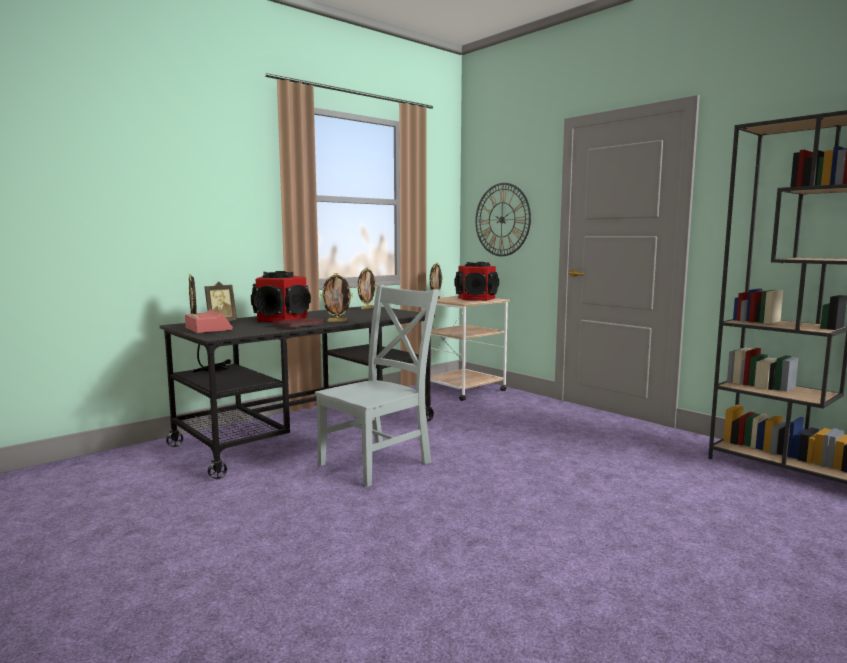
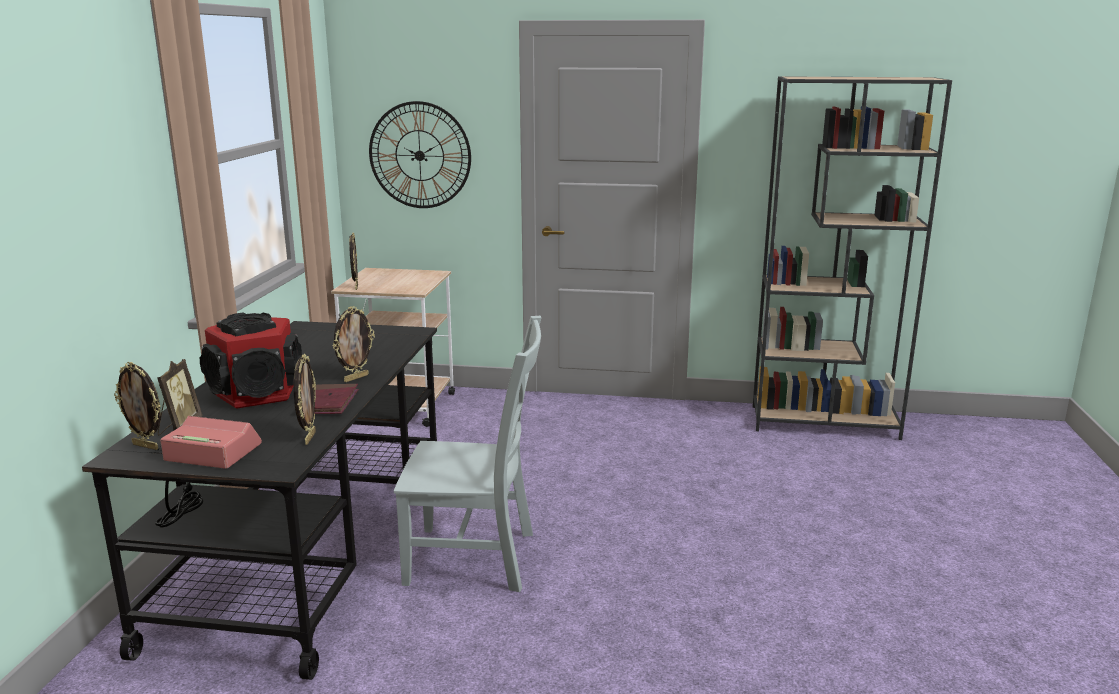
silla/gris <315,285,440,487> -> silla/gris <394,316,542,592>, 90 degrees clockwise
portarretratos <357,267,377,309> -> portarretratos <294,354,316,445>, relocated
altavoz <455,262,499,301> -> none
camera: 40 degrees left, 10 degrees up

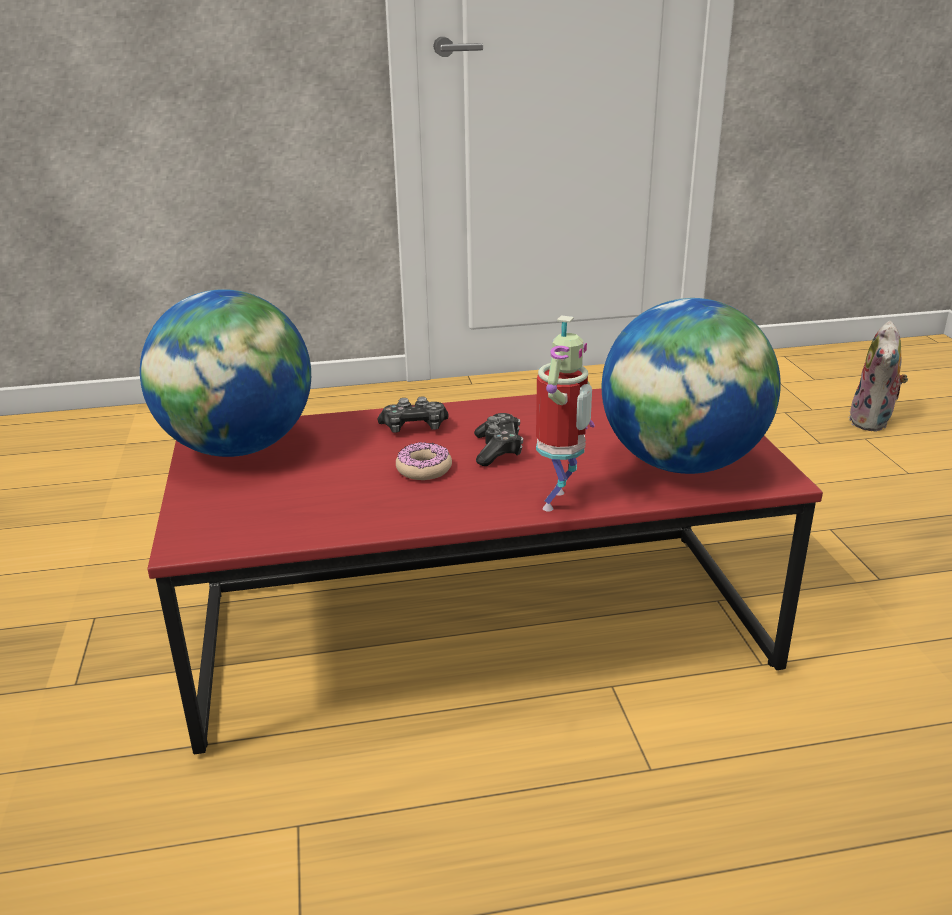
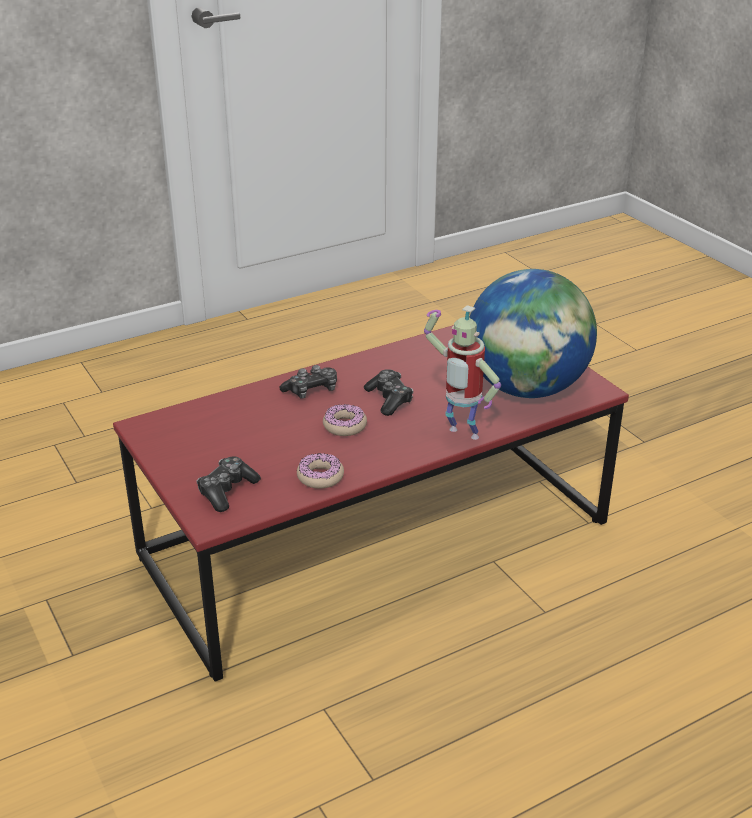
globo terráqueo <140,289,311,457> -> none
robot de juguete <536,315,595,512> -> robot de juguete <424,305,501,440>, 120 degrees clockwise
peluche <848,321,909,431> -> none
none -> mando de consola <196,456,261,512>
none -> rosquilla <297,453,344,489>
camera: 20 degrees left, 5 degrees up

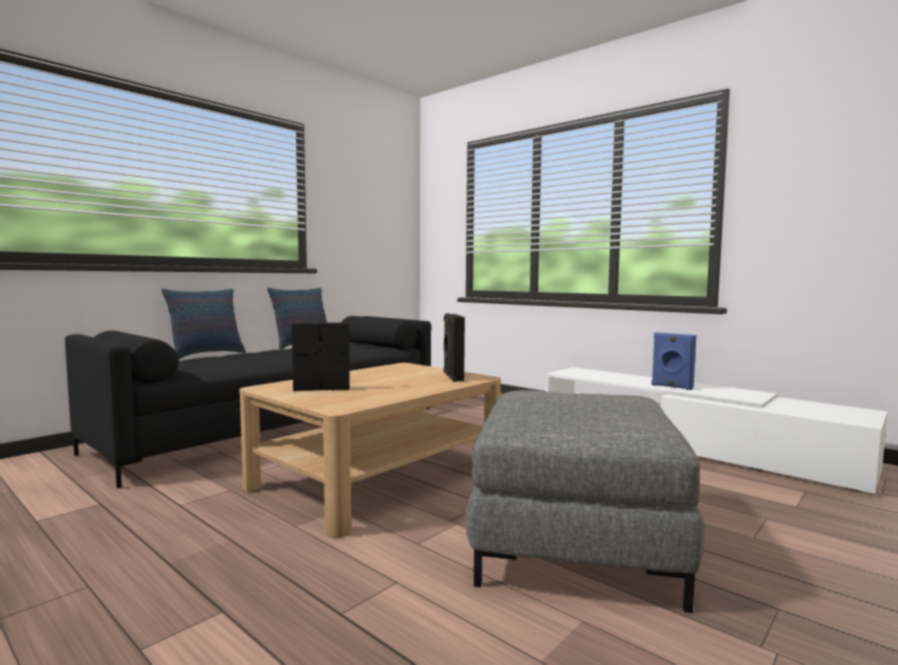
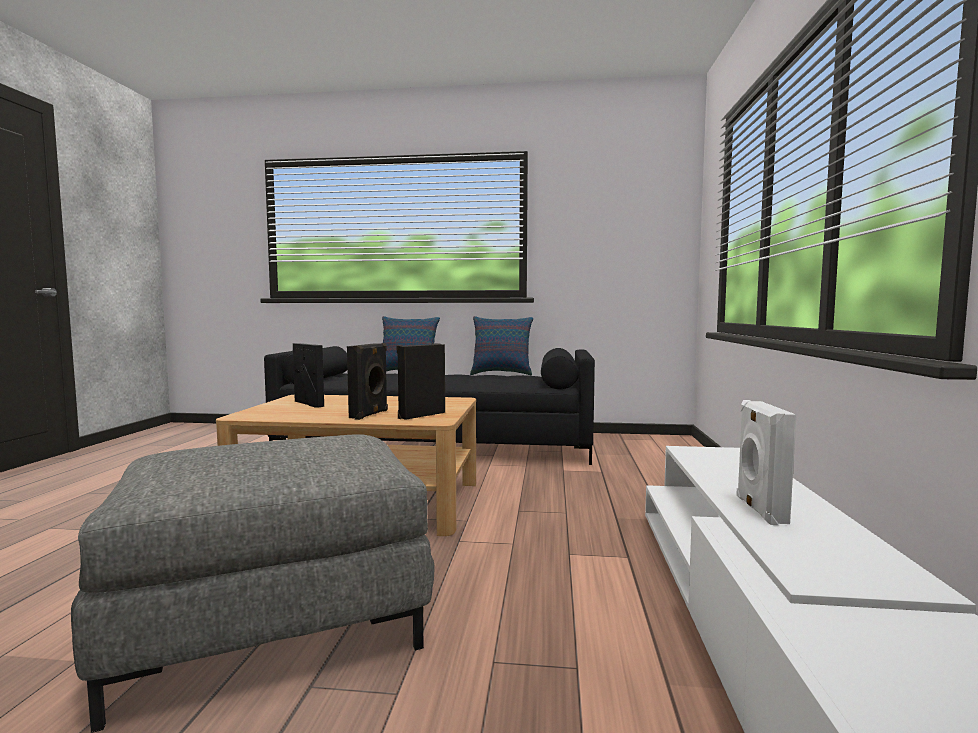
altavoz/azul <651,333,696,390> -> altavoz/blanco <736,400,796,525>
none -> altavoz/negro <347,343,388,420>
camera: 55 degrees right, 0 degrees up

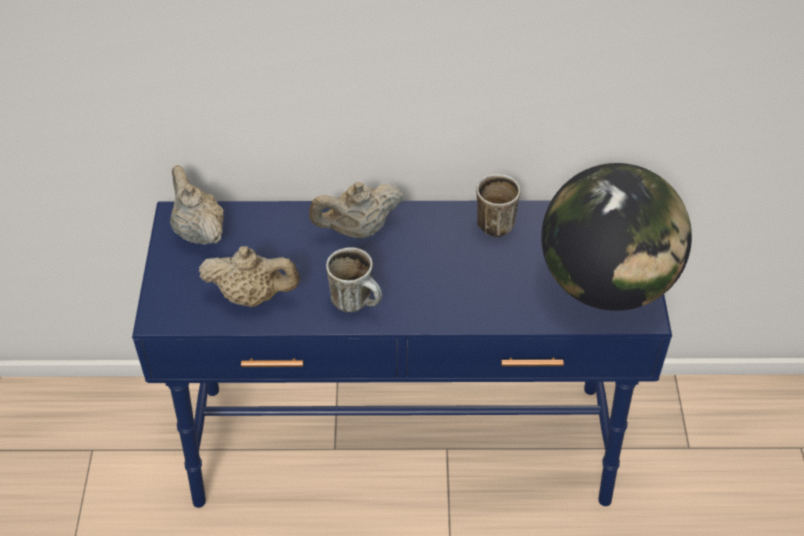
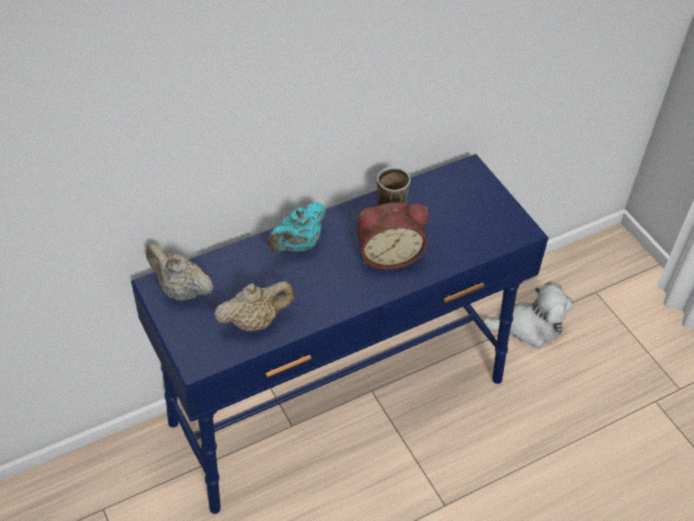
tetera/beis <309,182,403,238> -> tetera/turquesa <268,202,326,253>
taza grande <326,247,382,312> -> none
globo terráqueo <541,163,692,311> -> none
none -> despertador <357,203,429,270>
none -> peluche <483,282,574,348>
camera: 30 degrees left, 0 degrees up

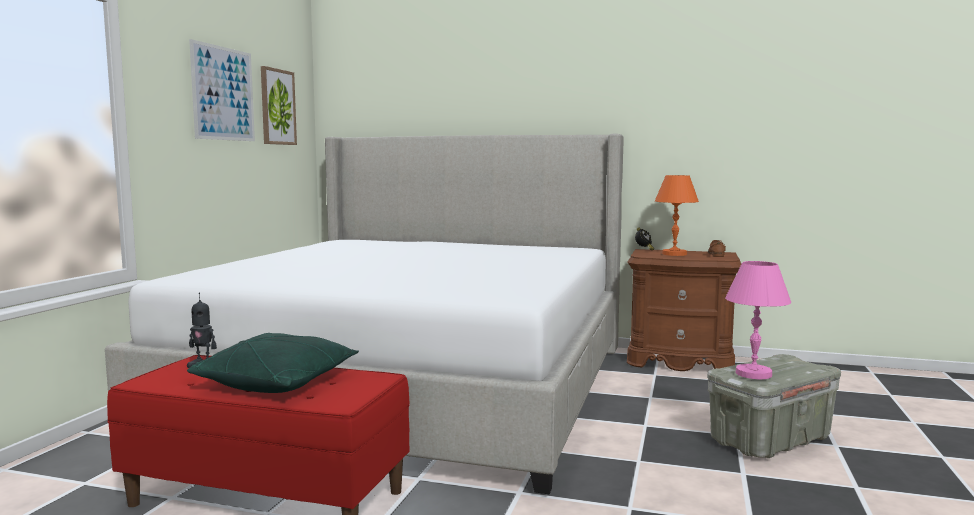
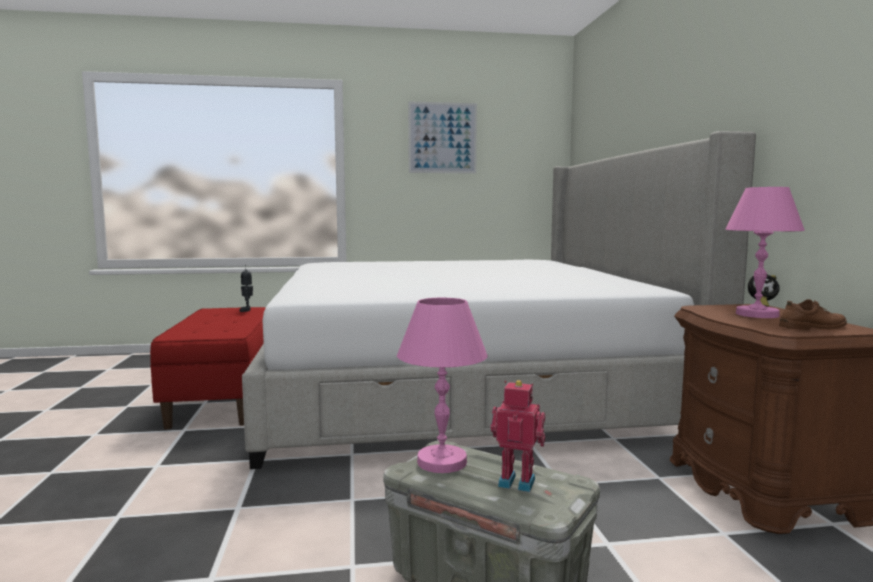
cojín/verde <187,333,359,393> -> none
cuadro <261,66,297,145> -> none
lámpara de mesa/naranja <655,175,699,256> -> lámpara de mesa/rosa <725,187,805,318>
none -> robot de juguete <490,380,545,492>
camera: 65 degrees right, 0 degrees up

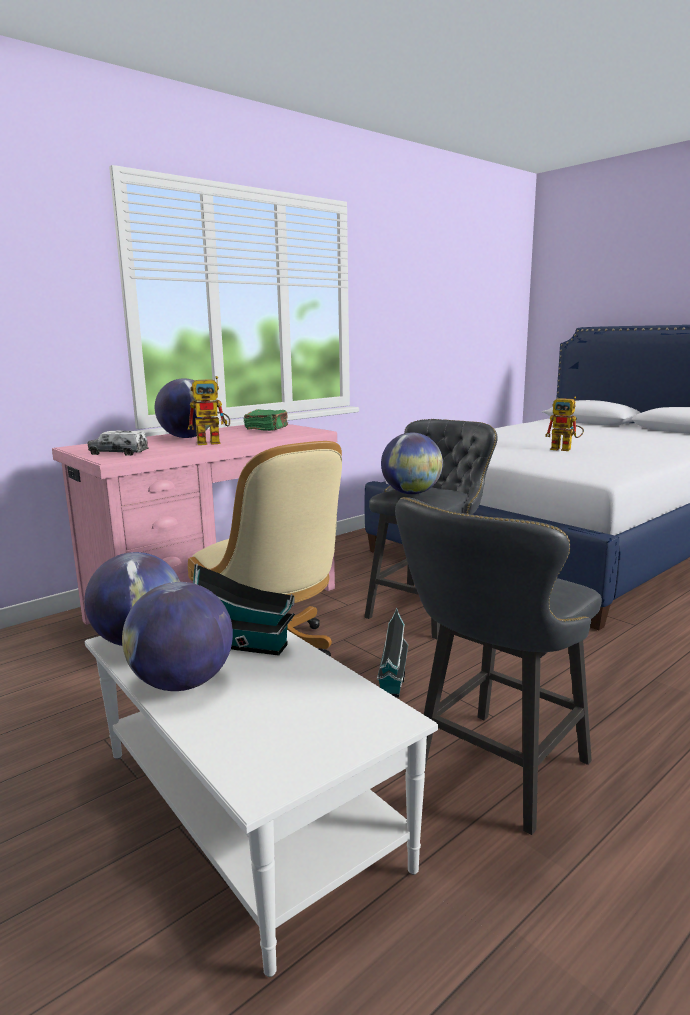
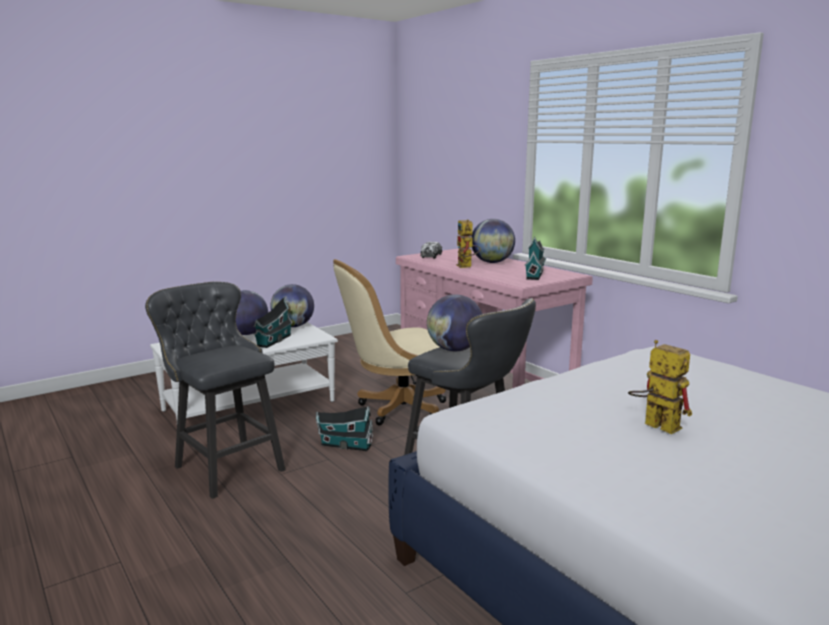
libro/verde <244,409,288,431> -> casita <525,236,546,280>
robot de juguete <545,397,584,451> -> robot de juguete <628,340,692,434>, 105 degrees clockwise
camera: 95 degrees right, 0 degrees up

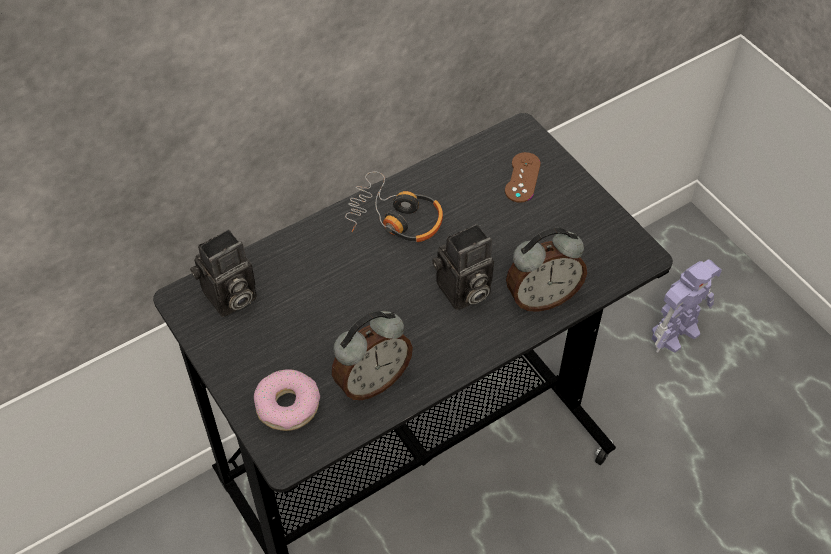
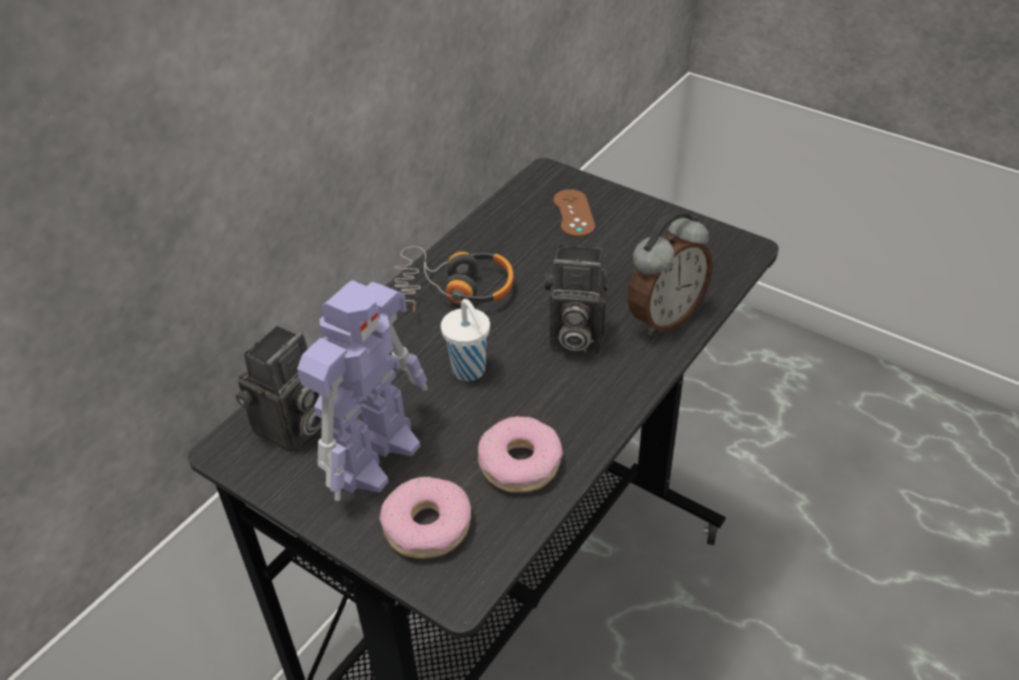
despertador <332,311,413,400> -> rosquilla <478,416,563,493>
cámara <432,224,494,310> -> cámara <545,245,608,355>, 60 degrees clockwise
robot de juguete <652,259,722,353> -> robot de juguete <297,280,428,501>, relocated
none -> taza/blanco <441,299,490,381>
camera: 20 degrees left, 10 degrees down

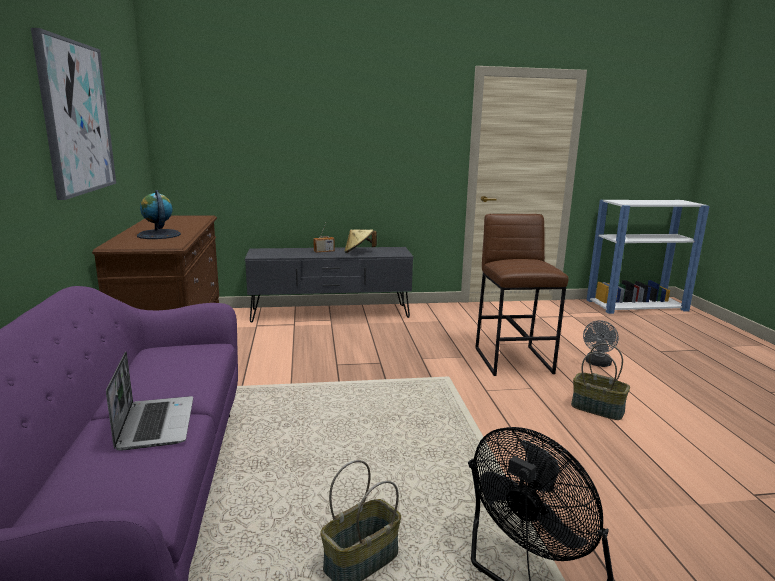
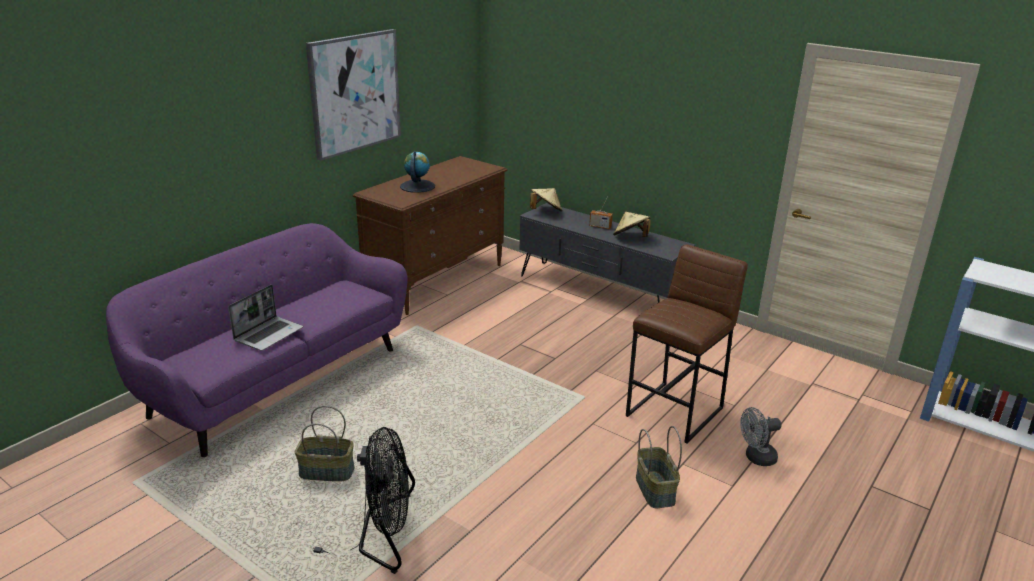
none -> sombrero/beis <530,188,562,211>
camera: 45 degrees right, 10 degrees up

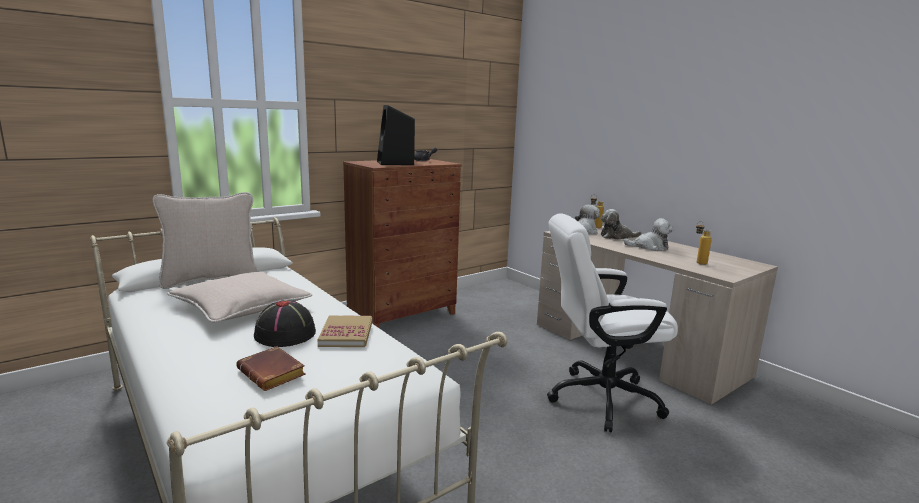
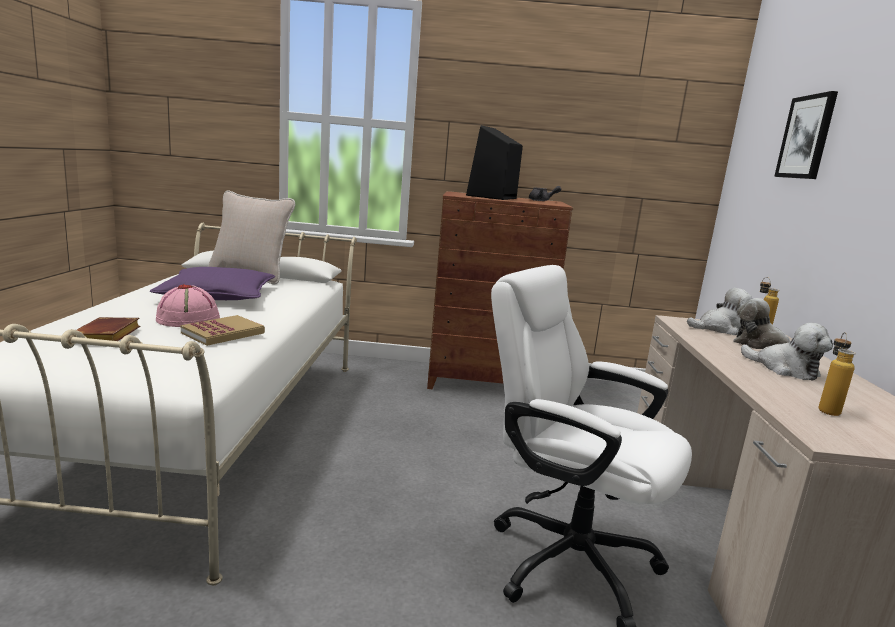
cojín/beis <167,272,312,322> -> cojín/morado <150,267,275,300>
sombrero/negro <254,300,316,347> -> sombrero/rosa <156,284,220,327>
none -> cuadro <774,91,838,179>
camera: 40 degrees right, 0 degrees up

